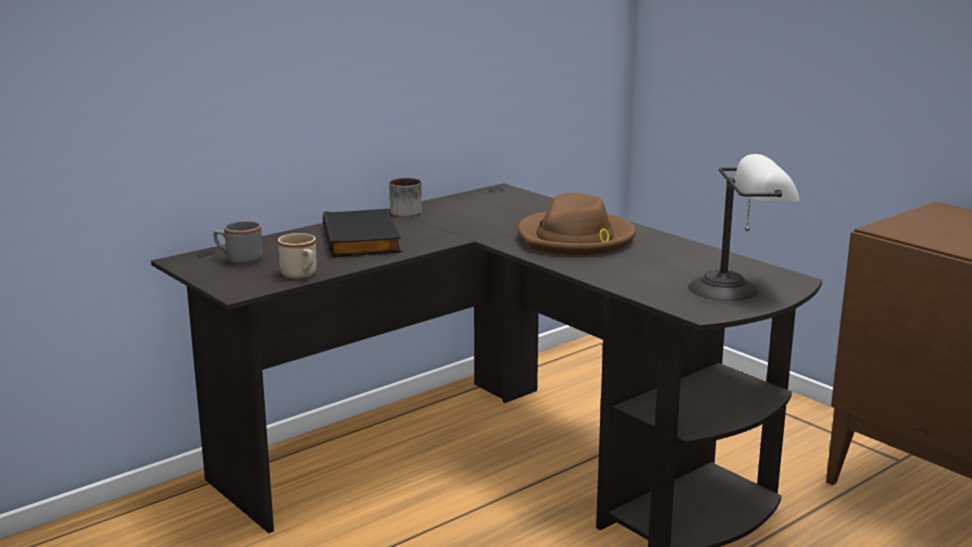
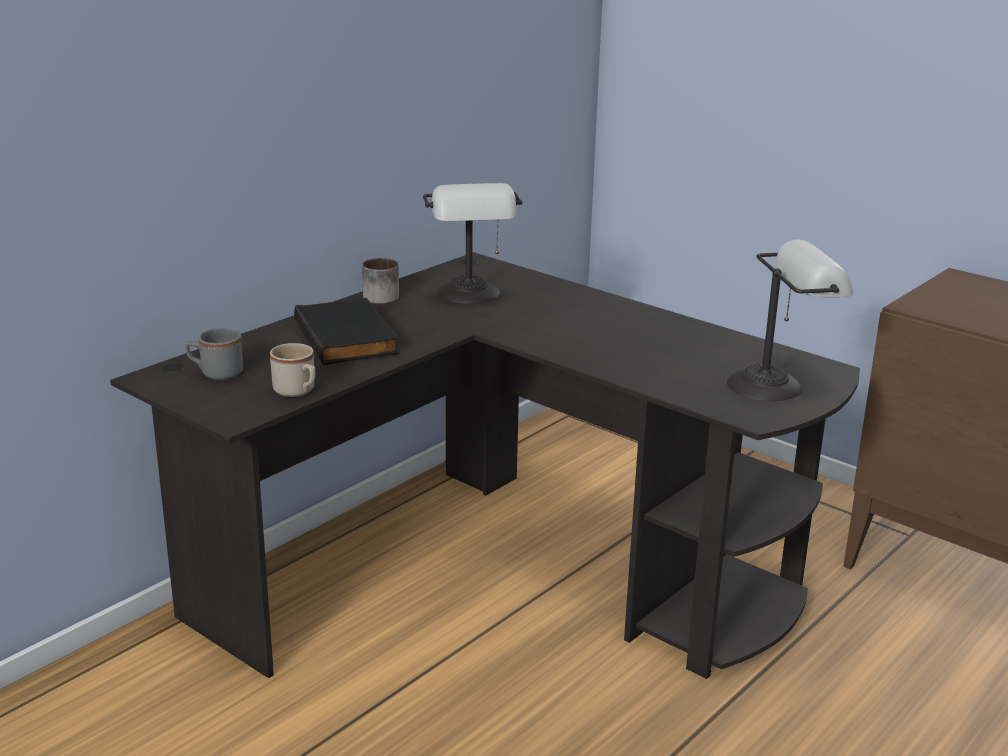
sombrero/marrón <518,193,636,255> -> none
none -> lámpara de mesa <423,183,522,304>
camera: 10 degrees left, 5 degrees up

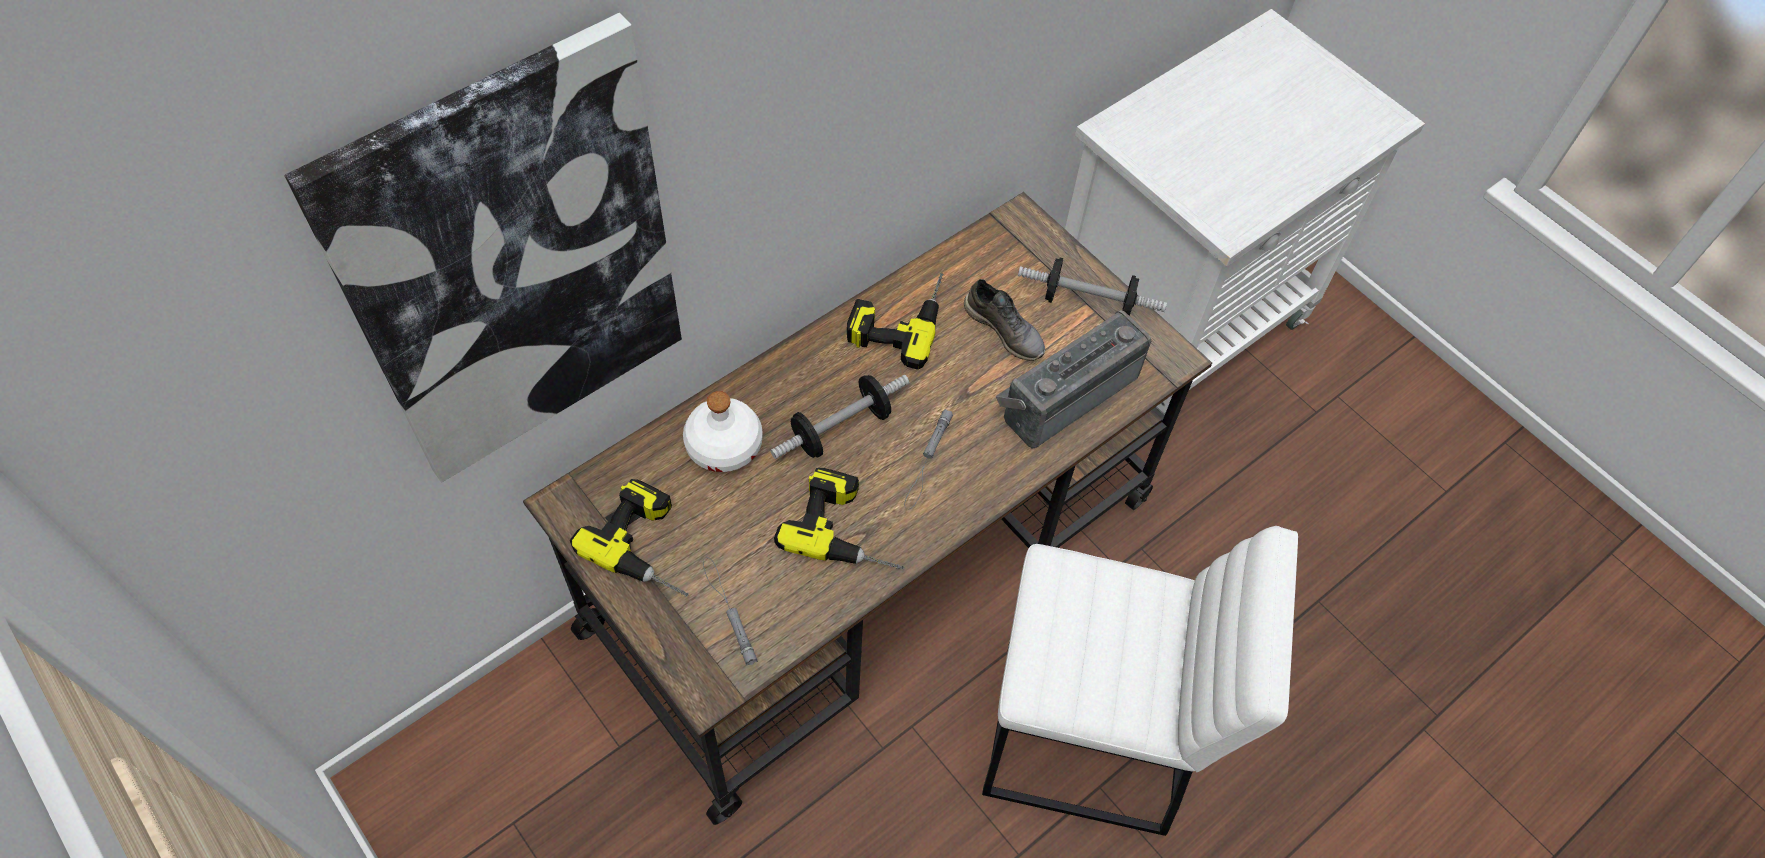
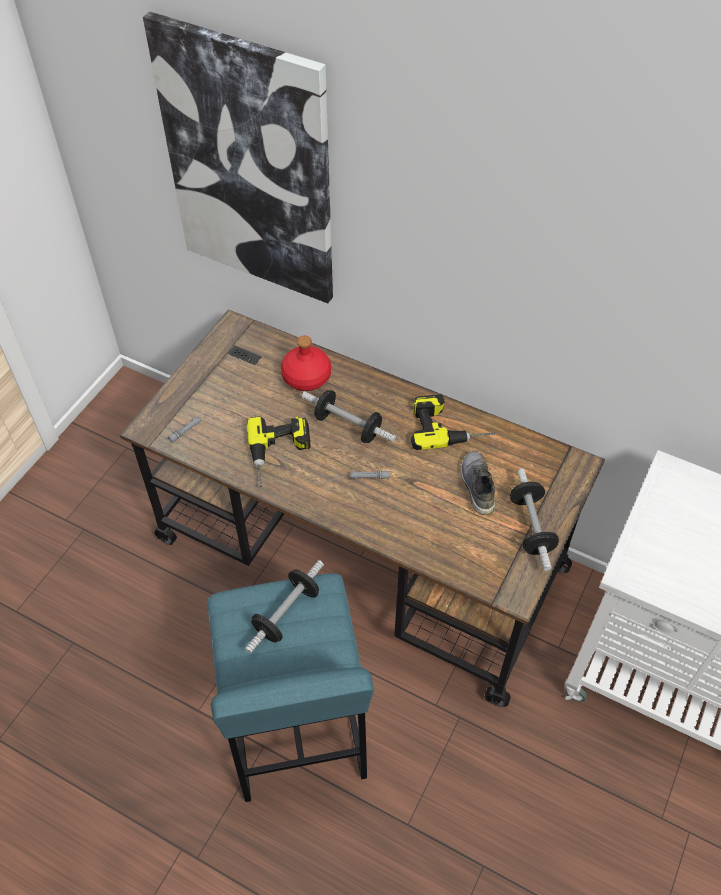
taladro <570,479,689,597> -> none
botella/blanco <683,391,762,472> -> botella/rojo <281,336,331,391>
zapato/gris <964,279,1045,361> -> zapato/gris <461,451,495,515>, 150 degrees clockwise
taburete/blanco <982,526,1298,836> -> taburete/azul <208,573,374,802>
radio <996,310,1151,449> -> none
none -> mancuerna <245,560,324,654>
camera: 70 degrees right, 5 degrees down

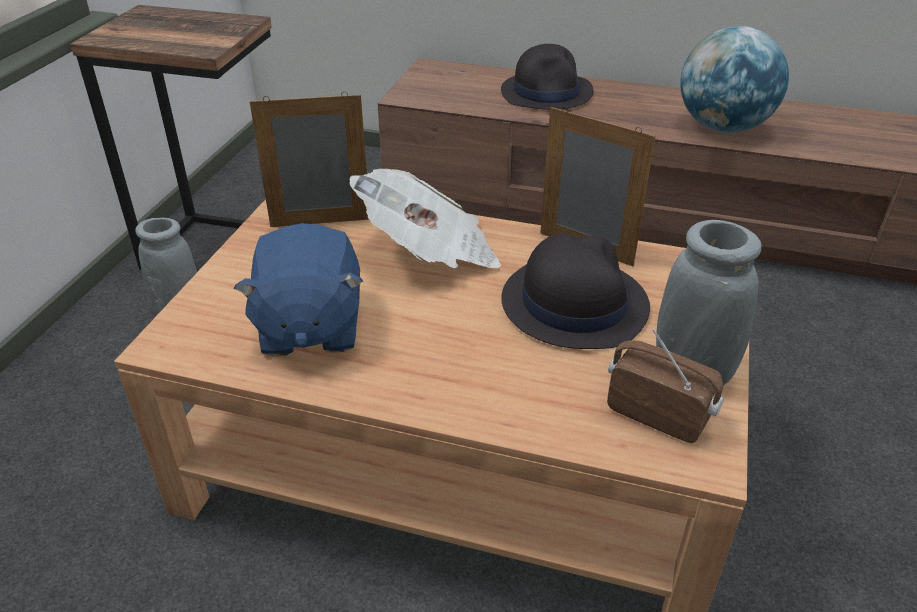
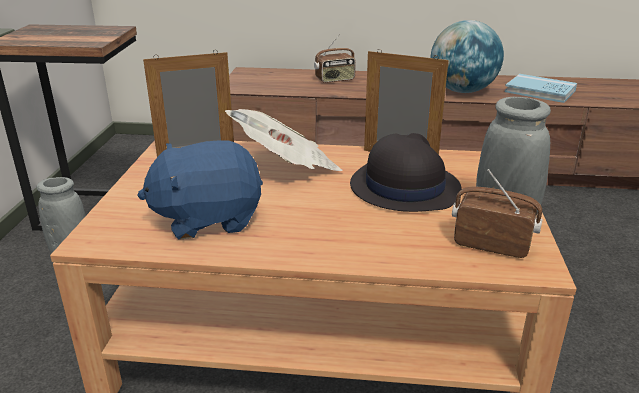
peluche/azul <233,223,363,356> -> peluche/azul <137,141,263,240>, 90 degrees clockwise
sombrero/negro <501,44,593,110> -> radio <314,34,356,83>
none -> libro/azul <505,74,577,103>
camera: 10 degrees left, 10 degrees down

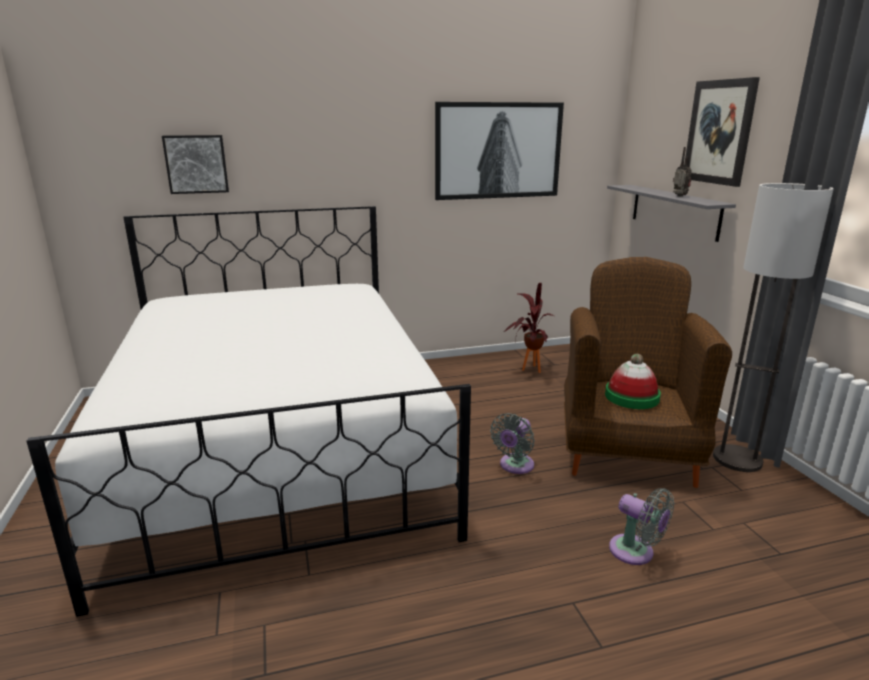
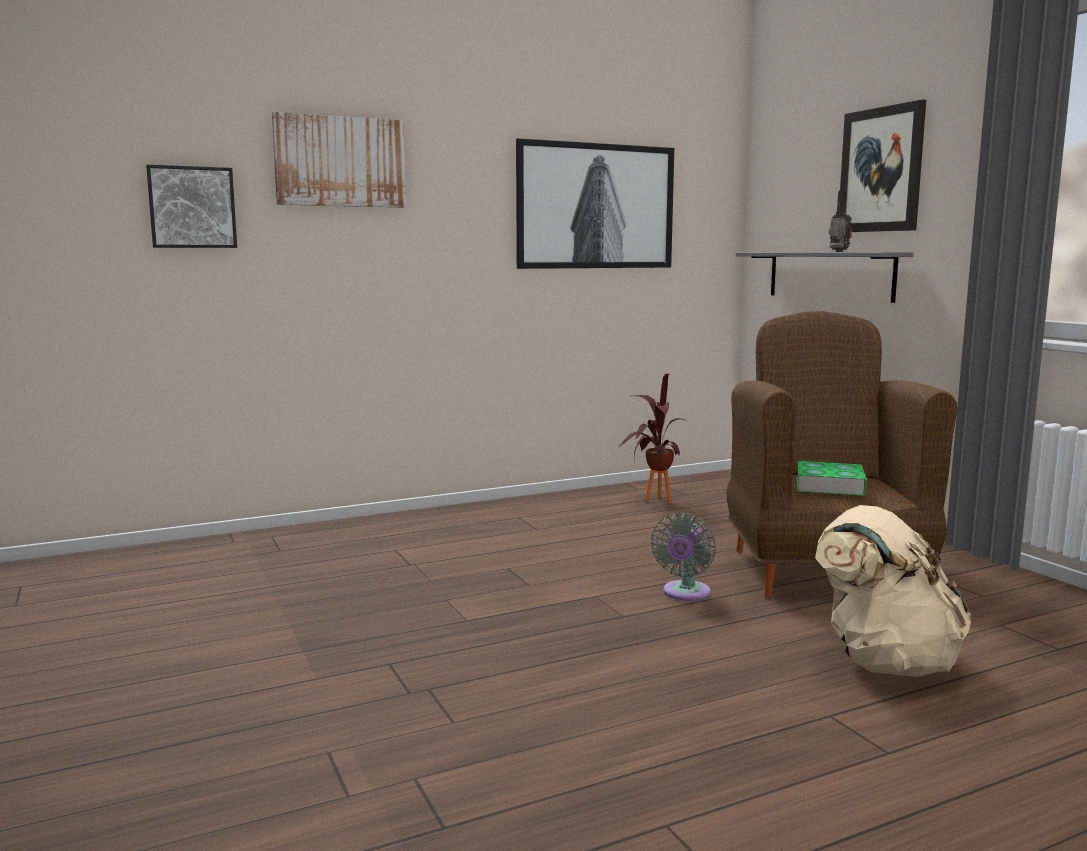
cama/blanco <26,206,471,617> -> none
sombrero <605,354,661,409> -> libro <797,461,867,496>
ventilador/gris <609,488,674,565> -> mochila/beis <815,505,972,677>
lámpara de pie <713,183,834,472> -> none
none -> cuadro <272,112,406,208>
camera: 10 degrees left, 10 degrees down

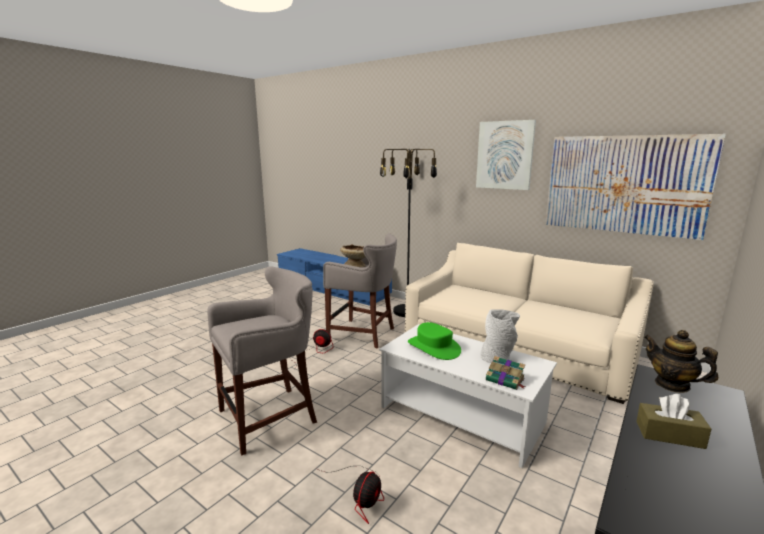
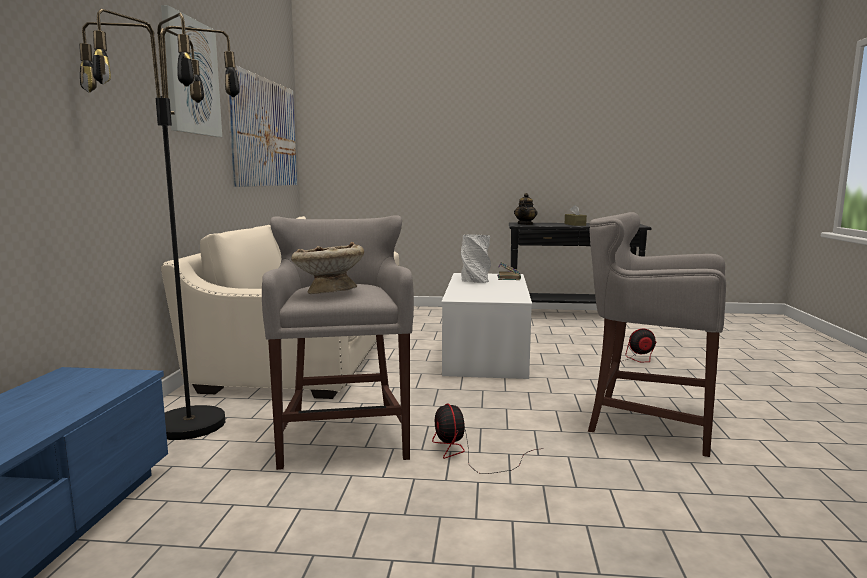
sombrero/verde <408,322,461,360> -> none
camera: 120 degrees left, 5 degrees down

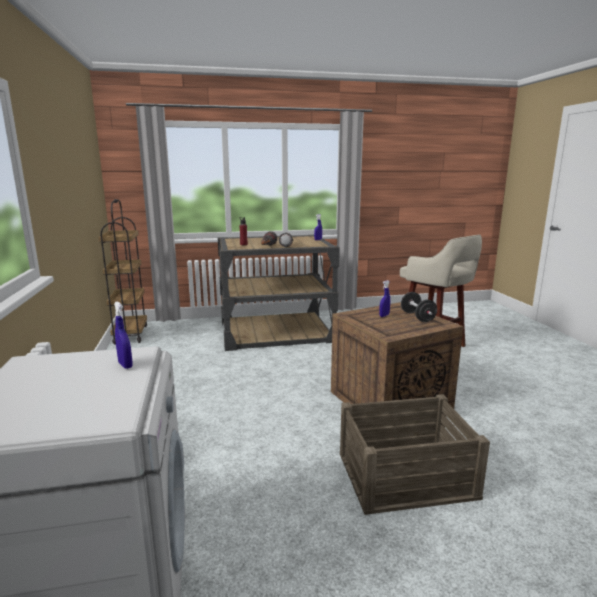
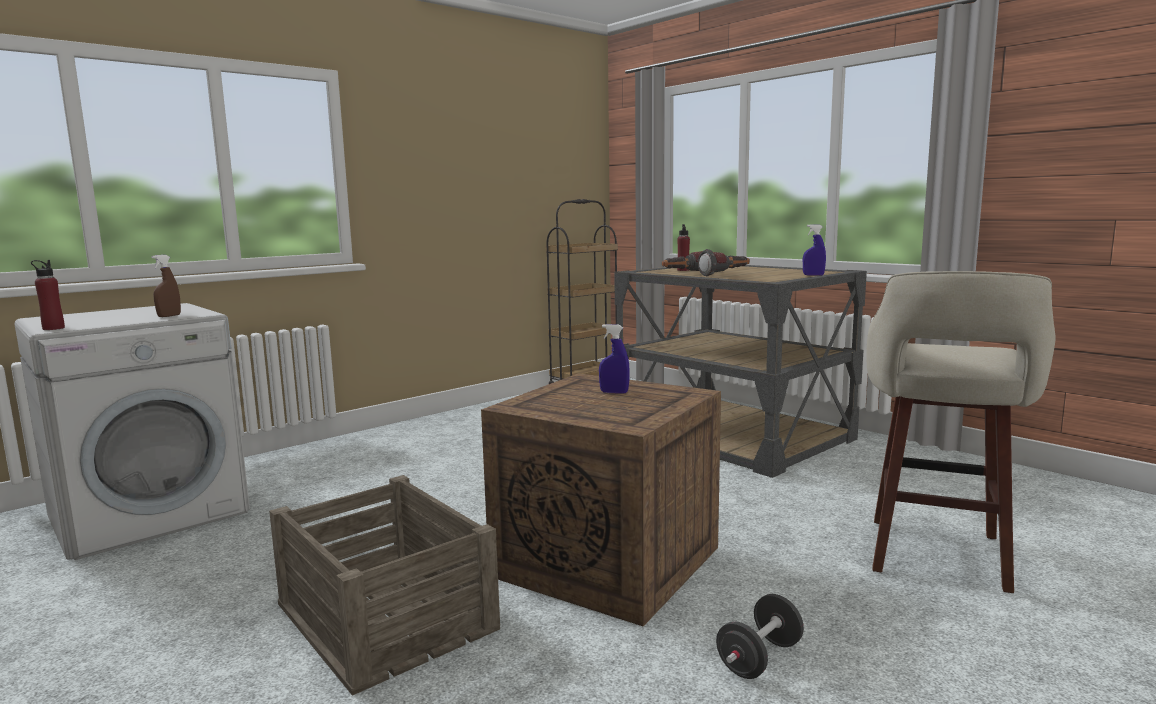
pulverizador/azul <114,301,133,369> -> pulverizador/marrón <151,255,181,317>
mancuerna/negro <401,292,437,322> -> mancuerna/negro <716,594,804,679>, relocated
none -> botella/rojo <31,260,65,330>
camera: 60 degrees right, 5 degrees down

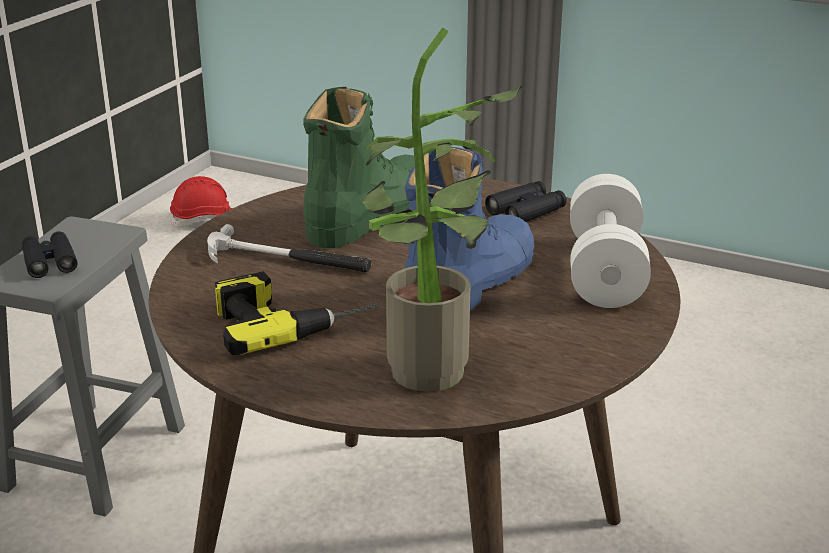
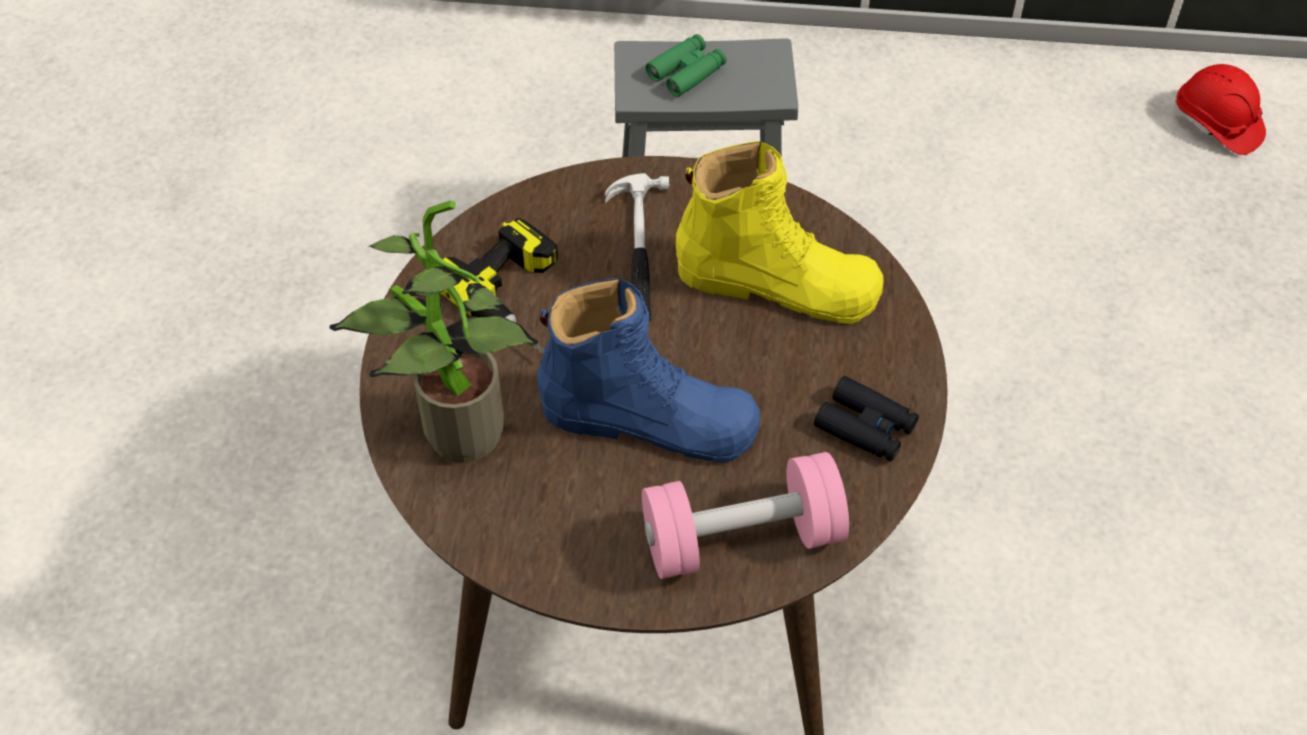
prismáticos/negro <22,231,78,278> -> prismáticos/verde <645,34,727,97>
bota/verde <303,87,414,248> -> bota/amarillo <676,141,884,324>
mancuerna/blanco <570,174,651,308> -> mancuerna/rosa <642,452,849,579>
camera: 70 degrees right, 25 degrees up

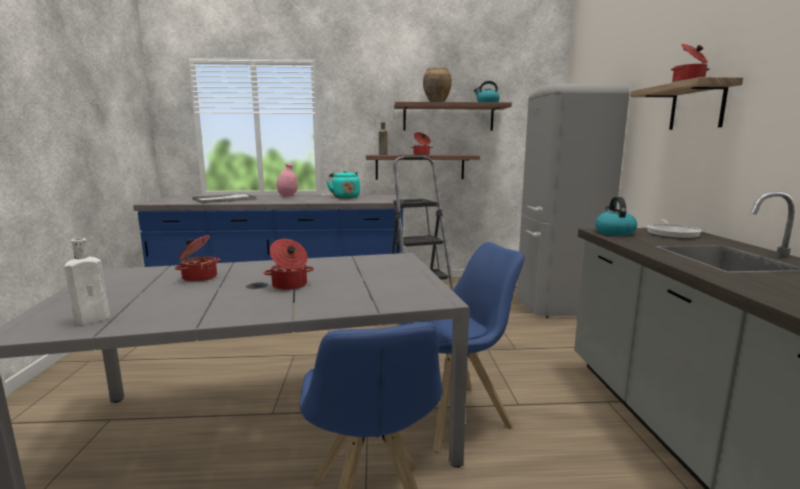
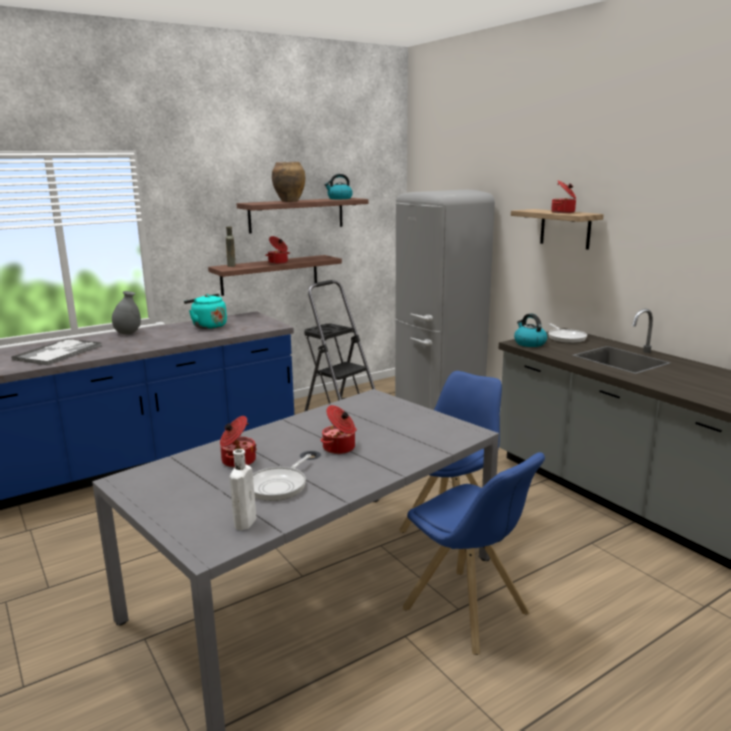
florero/rosa <276,163,298,197> -> florero/gris <112,291,141,335>
none -> sartén <253,454,312,501>
camera: 30 degrees left, 5 degrees up

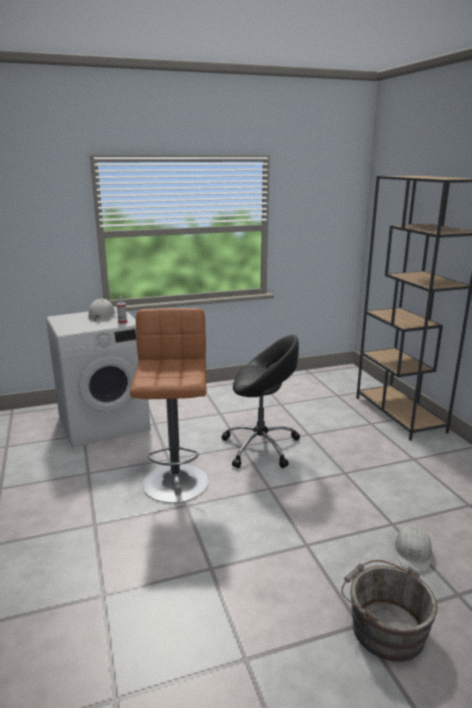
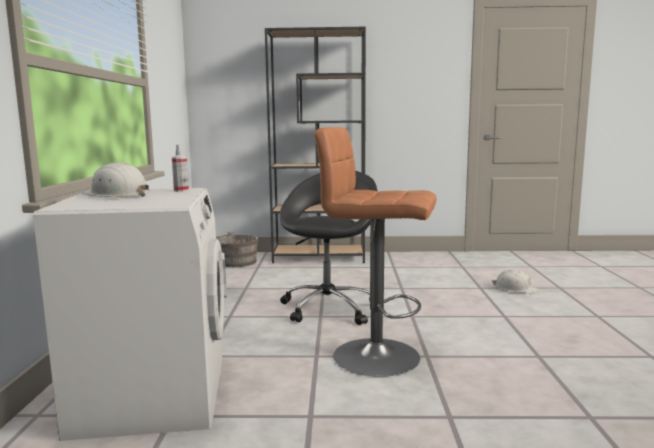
cubo/gris <341,560,438,662> -> cubo/gris <216,231,258,267>, relocated
camera: 70 degrees left, 10 degrees down

